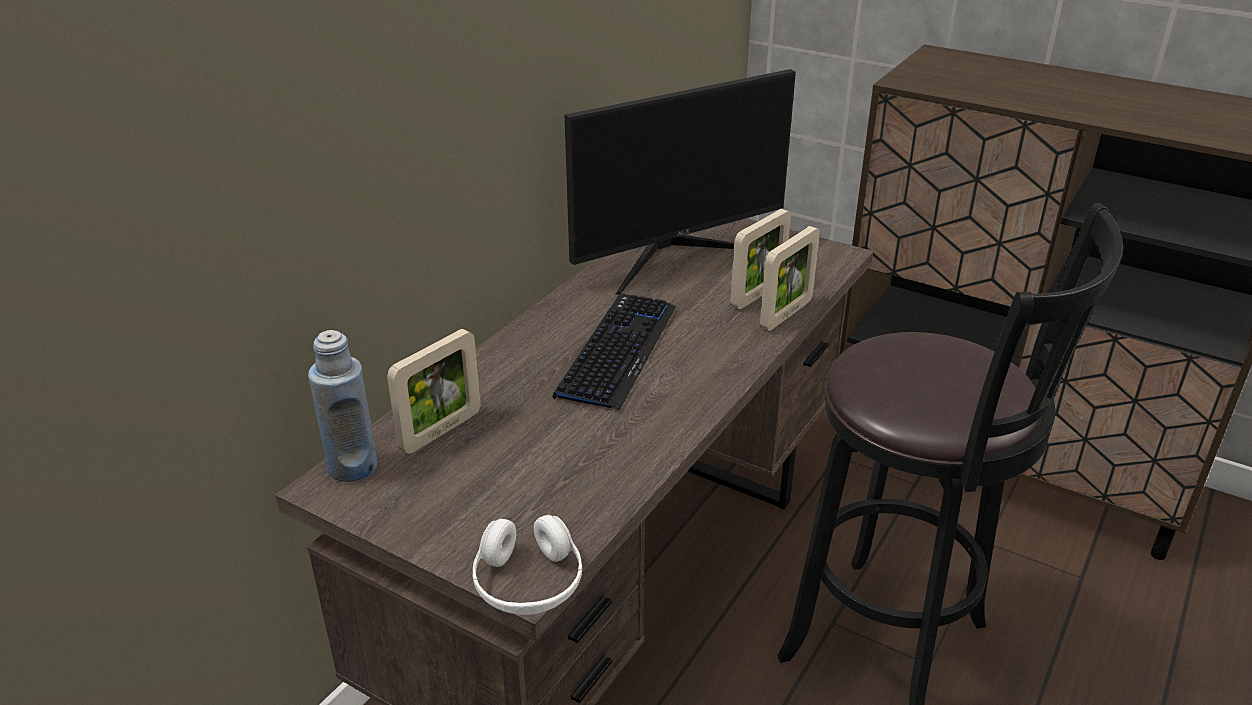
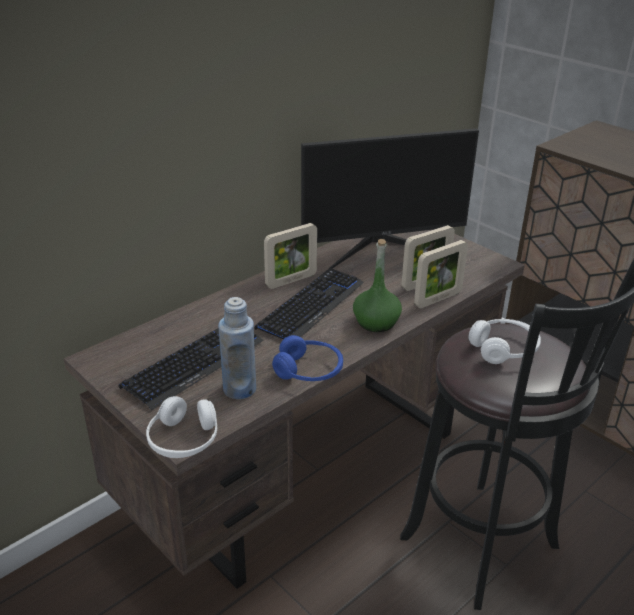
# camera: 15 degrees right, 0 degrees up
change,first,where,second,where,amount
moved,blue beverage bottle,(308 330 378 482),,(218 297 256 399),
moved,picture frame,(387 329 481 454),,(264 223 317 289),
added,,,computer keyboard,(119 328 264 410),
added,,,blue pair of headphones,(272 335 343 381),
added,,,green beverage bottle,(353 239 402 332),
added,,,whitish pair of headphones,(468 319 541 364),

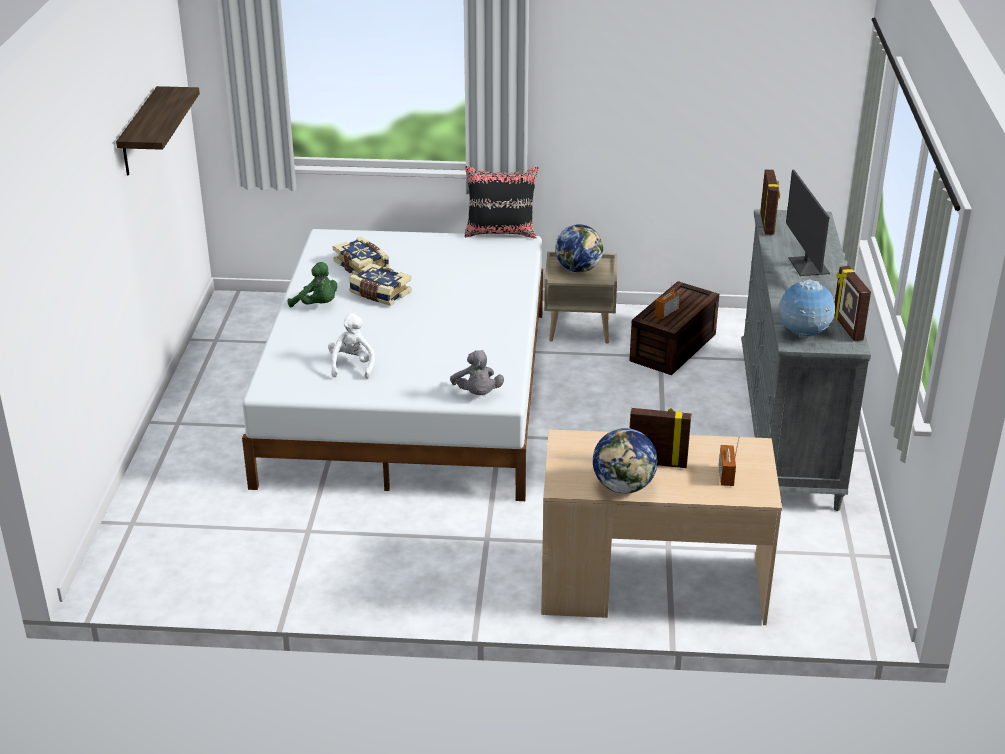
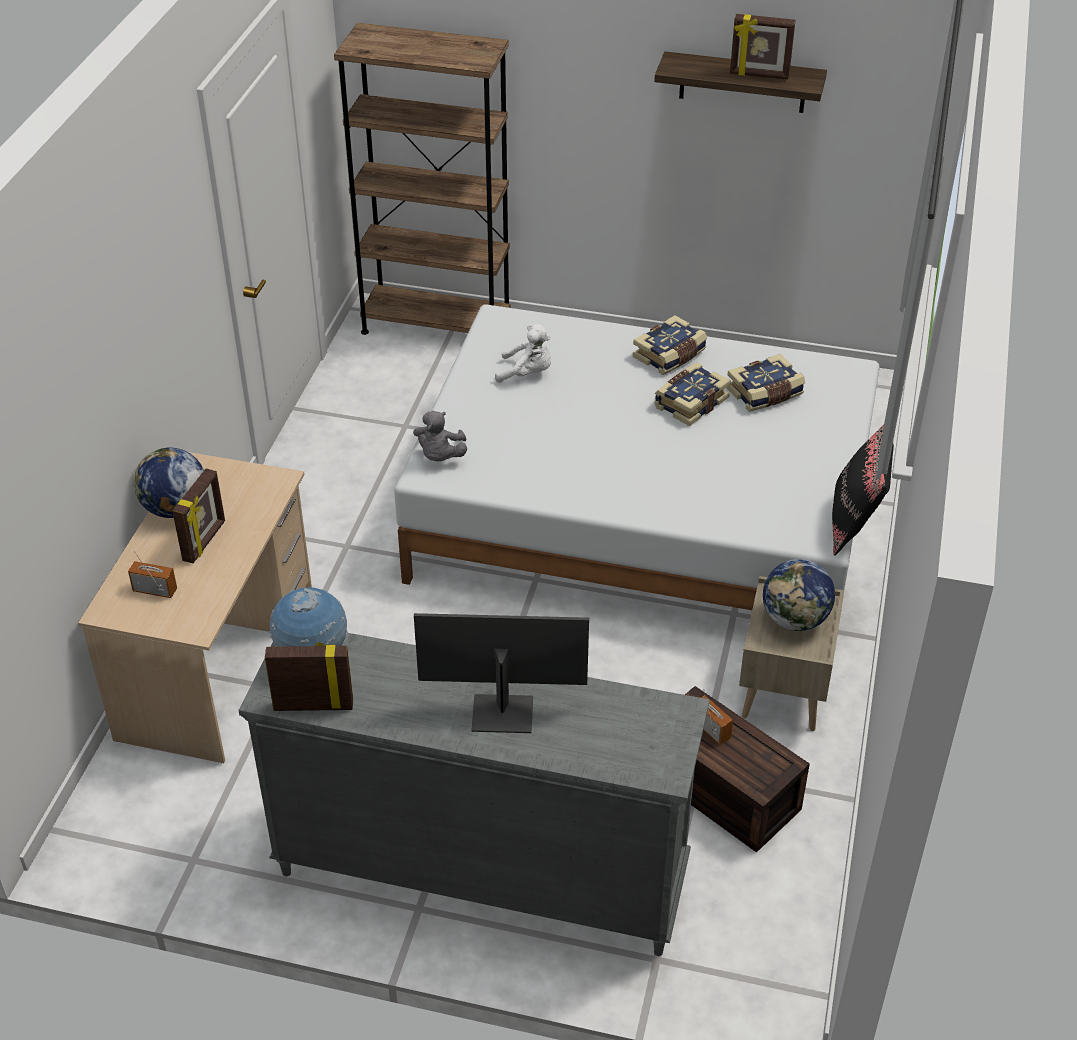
# camera: 100 degrees right, 10 degrees up
change,first,where,second,where,amount
replaced,green plush toy,(288 262 337 308),book,(633 315 707 375),
turned,greyish plush toy,(450 350 504 395),,(413 411 467 461),75 degrees counterclockwise
moved,picture frame,(760 169 780 235),,(730 14 795 79),
added,,,brownish bookcase,(334 23 511 335),

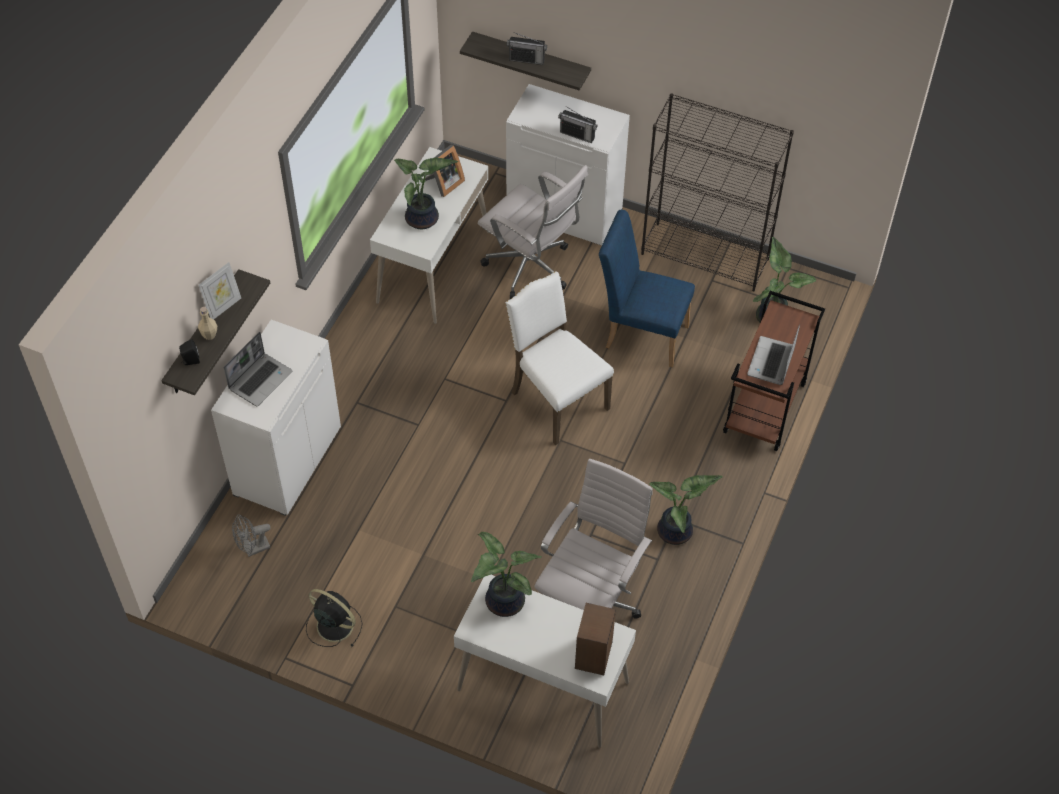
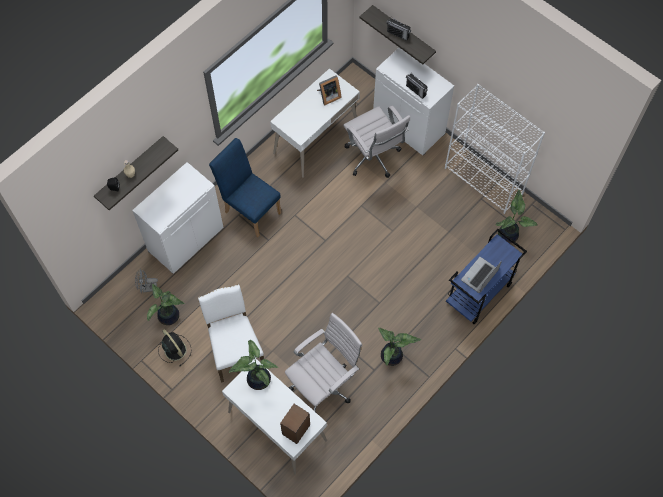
# camera: 20 degrees right, 10 degrees up
change,first,where,second,where,amount
removed,picture frame,(198 262 241 319),,,
removed,notebook computer,(224 332 292 406),,,
moved,potted plant,(394 157 458 229),,(147 284 184 325),
moved,whitish chair,(505 271 614 445),,(198 284 264 383),
moved,blue chair,(599 210 695 367),,(209 138 281 237),
recoloured,black-coloured bookcase,(641 93 794 292),whitish bookcase,(445 84 545 214),
recoloured,brownish trolley,(723 291 825 451),blue trolley,(446 229 527 324),

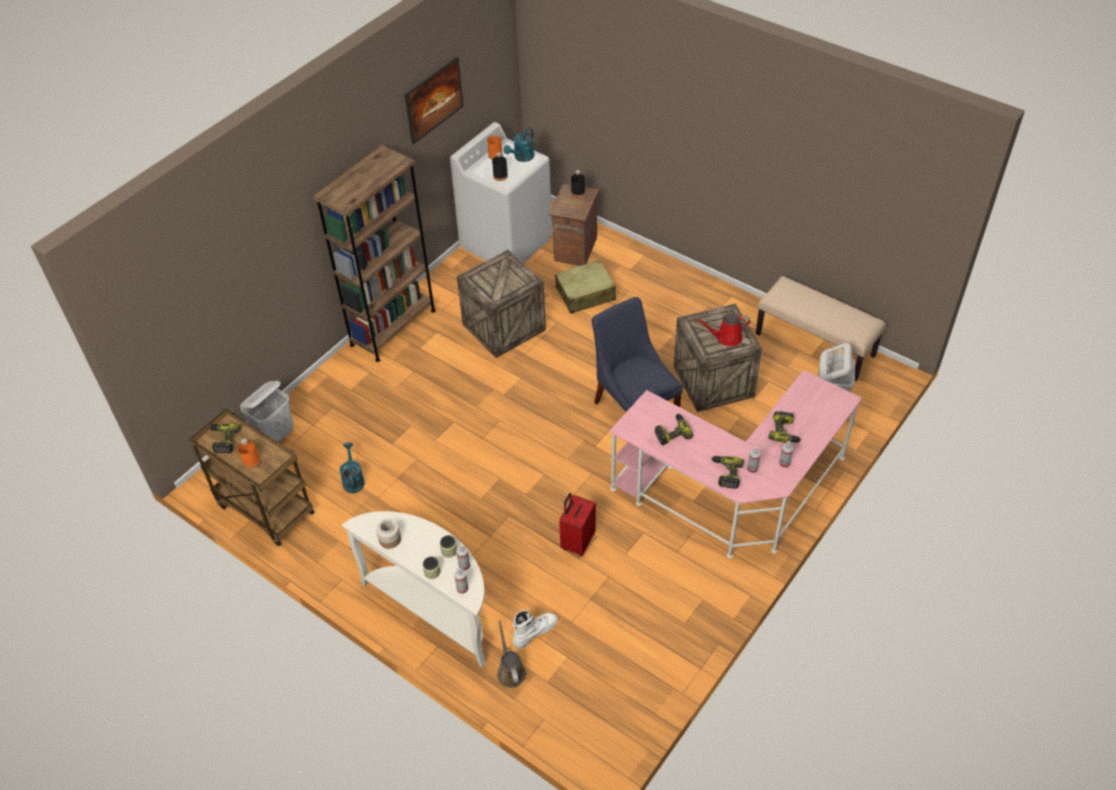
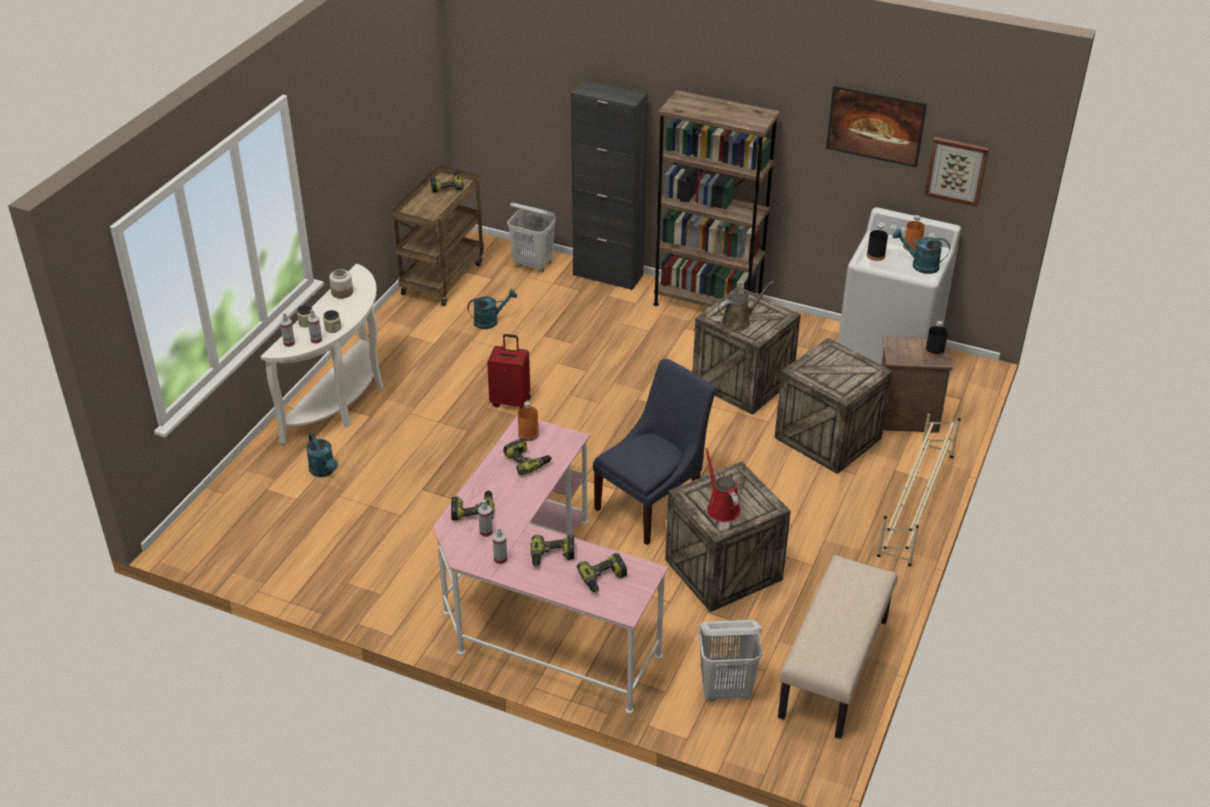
# camera: 75 degrees right, 10 degrees down
change,first,where,second,where,amount
moved,orange-coloured beverage bottle,(238 438 261 469),,(518 401 539 441),
moved,brownish watering can,(497 621 526 688),,(718 281 773 331),
replaced,whitish boot,(512 610 558 649),turquoise watering can,(306 433 338 477),
replaced,beige-coloured piece of luggage,(555 260 616 314),shipping crate,(775 338 893 474),
moved,red piece of luggage,(559 493 596 556),,(487 334 531 409),
added,,,black-coloured cupboard,(571 80 648 290),
added,,,electric drill,(577 553 627 593),
added,,,beige-coloured shoe shelf,(877 410 961 566),
added,,,picture,(924 137 989 207),

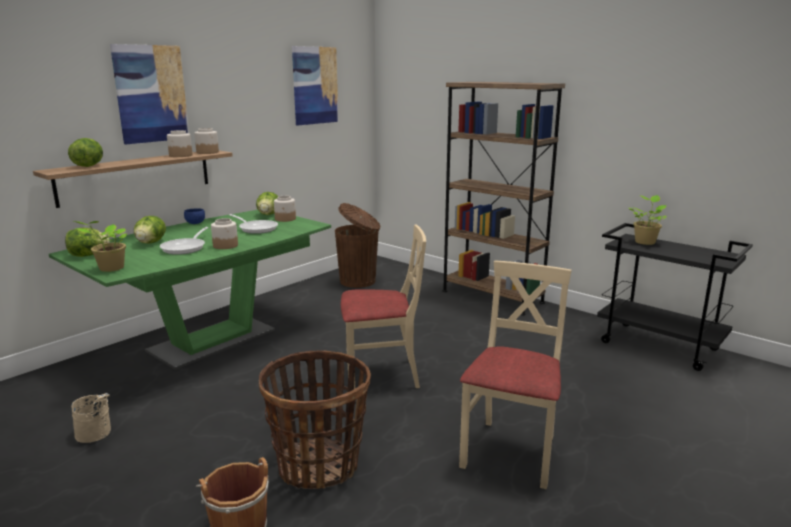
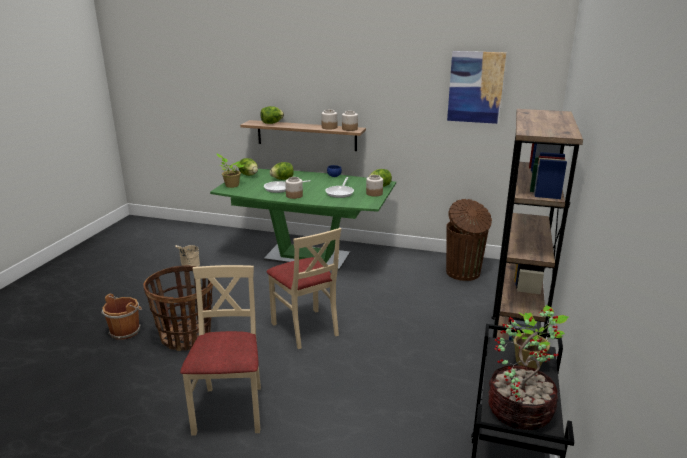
# camera: 65 degrees right, 5 degrees up
change,first,where,second,where,amount
removed,picture,(110 44 189 144),,,
turned,beige-coloured chair,(459 260 572 489),,(180 265 261 436),90 degrees counterclockwise
added,,,potted plant,(488 309 560 430),

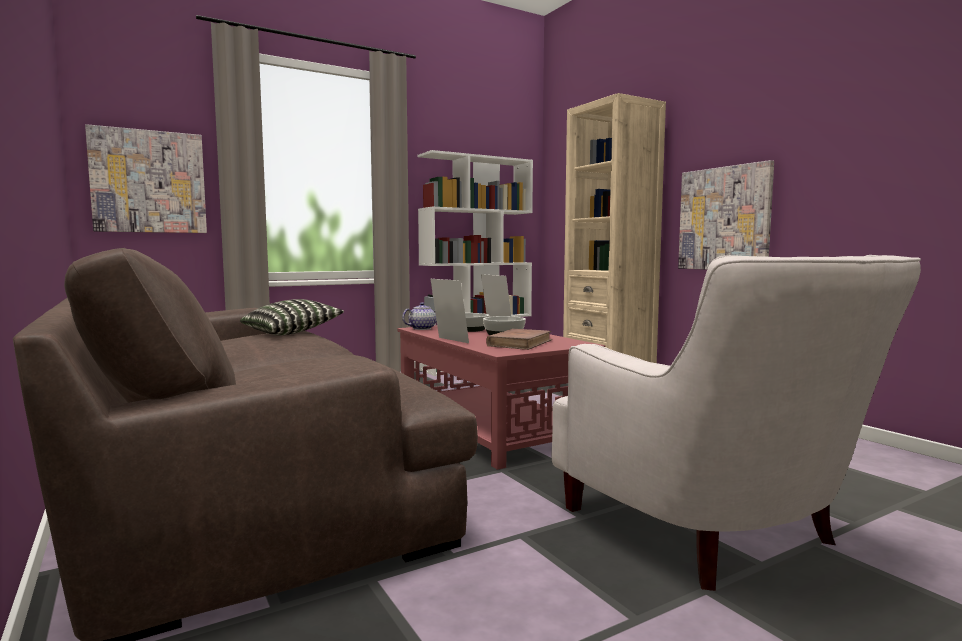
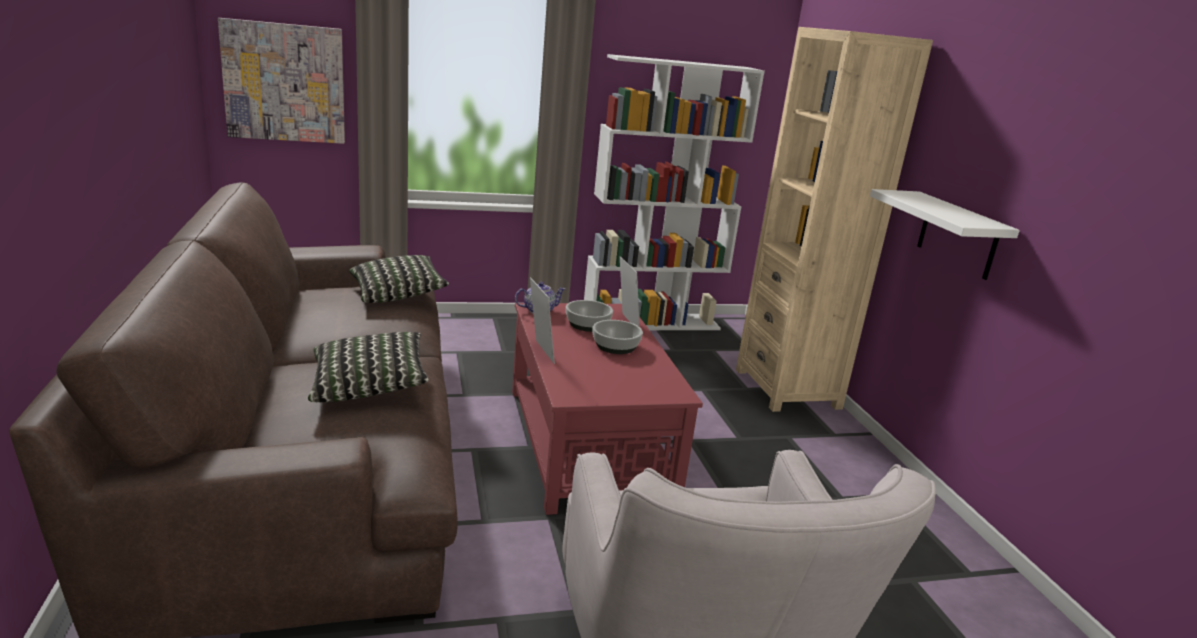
# camera: 15 degrees right, 15 degrees up
change,first,where,second,where,amount
removed,brownish book,(486 329 552 350),,,
replaced,picture,(678 160 774 270),whitish shelf,(870 189 1020 280),
added,,,cushion,(308 332 429 402),

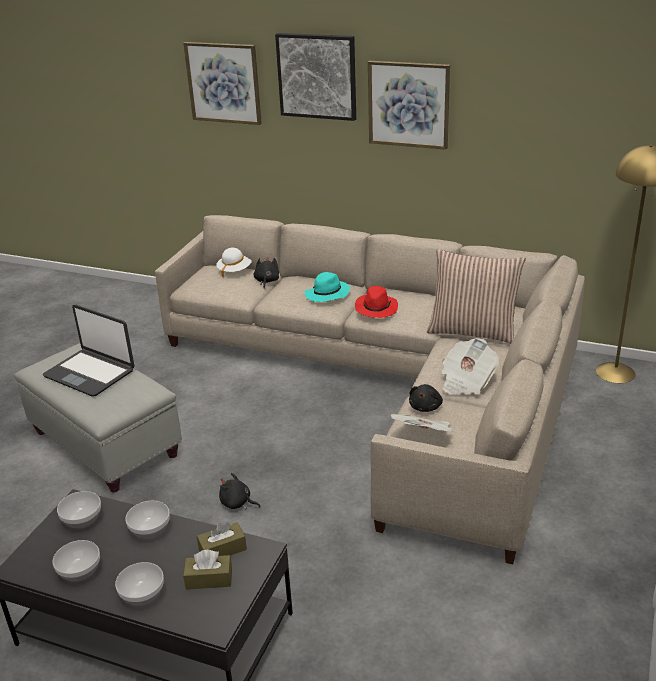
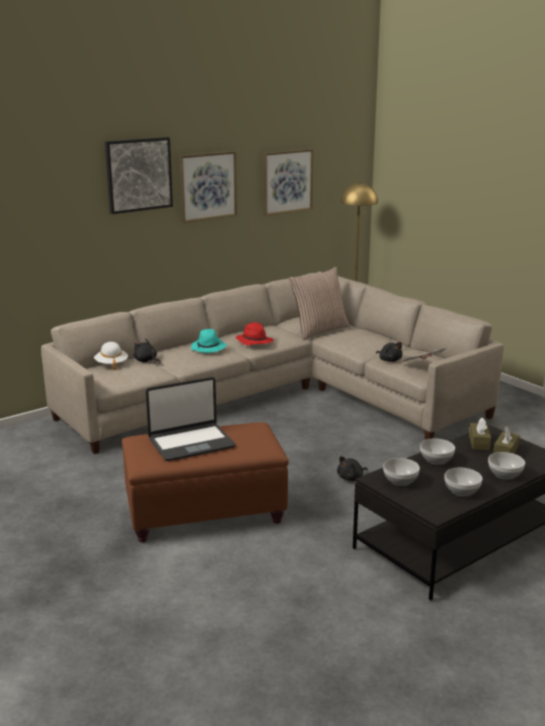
# camera: 60 degrees left, 10 degrees down
change,first,where,second,where,amount
recoloured,greyish pouffe,(14 343 182 493),brownish pouffe,(122 422 289 543),
moved,picture,(183 42 262 125),,(263 149 313 216),
removed,newspaper,(441 338 499 394),,,

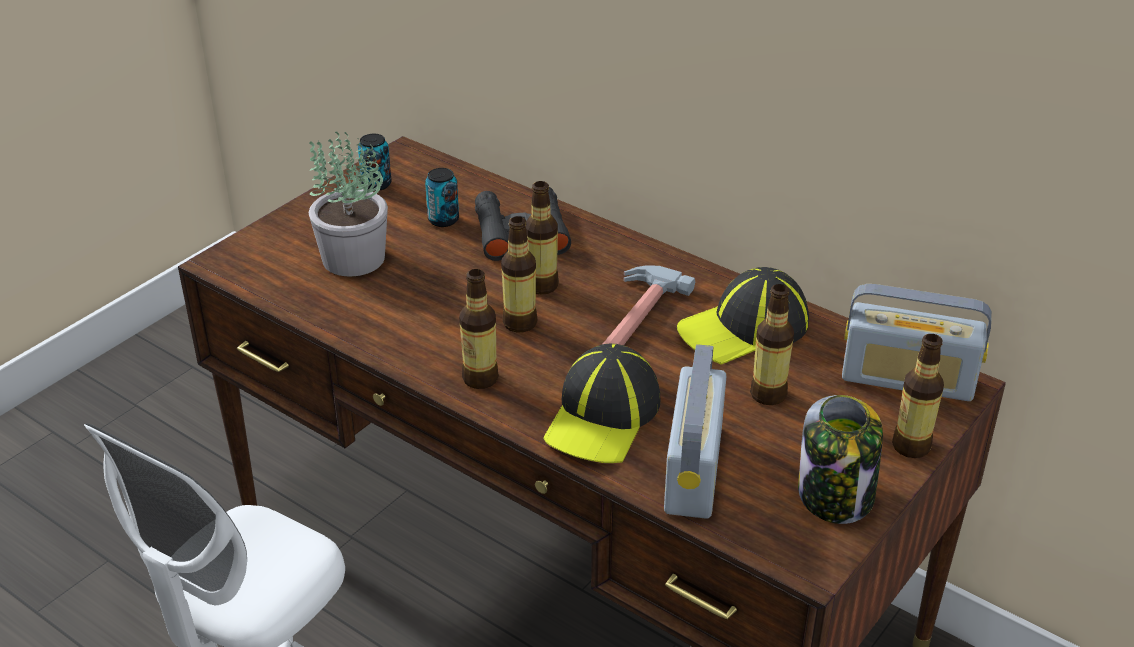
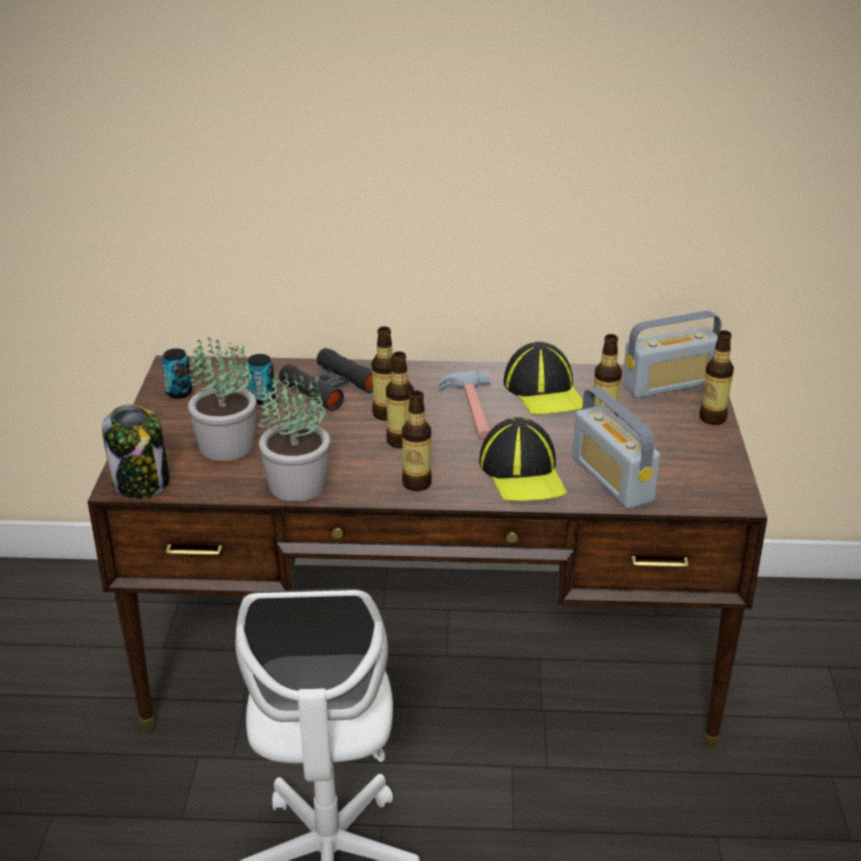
# camera: 35 degrees left, 5 degrees down
change,first,where,second,where,amount
turned,baseball cap,(677 267 809 365),,(504 342 583 415),45 degrees counterclockwise
moved,storage jar,(798 395 883 524),,(102 404 170 499),
added,,,potted plant,(259 369 330 501),

